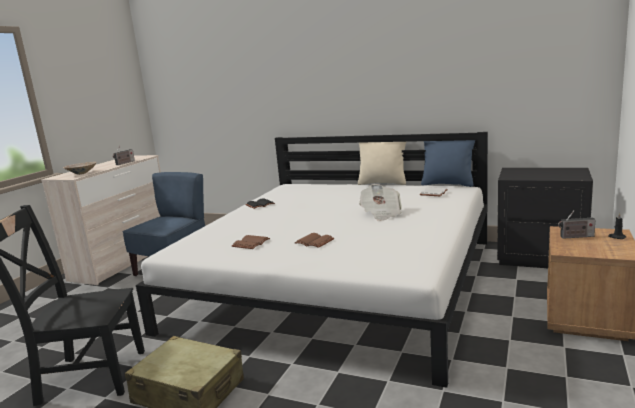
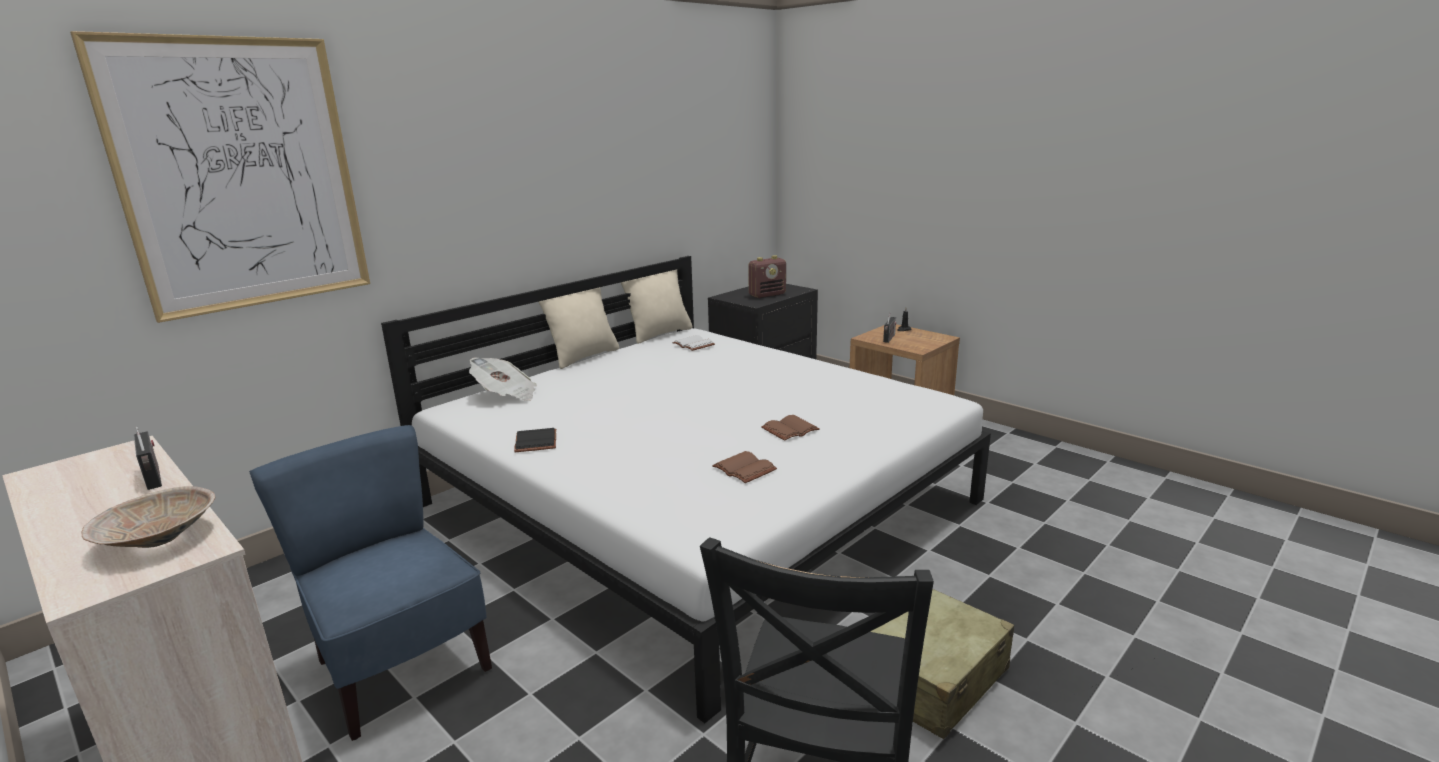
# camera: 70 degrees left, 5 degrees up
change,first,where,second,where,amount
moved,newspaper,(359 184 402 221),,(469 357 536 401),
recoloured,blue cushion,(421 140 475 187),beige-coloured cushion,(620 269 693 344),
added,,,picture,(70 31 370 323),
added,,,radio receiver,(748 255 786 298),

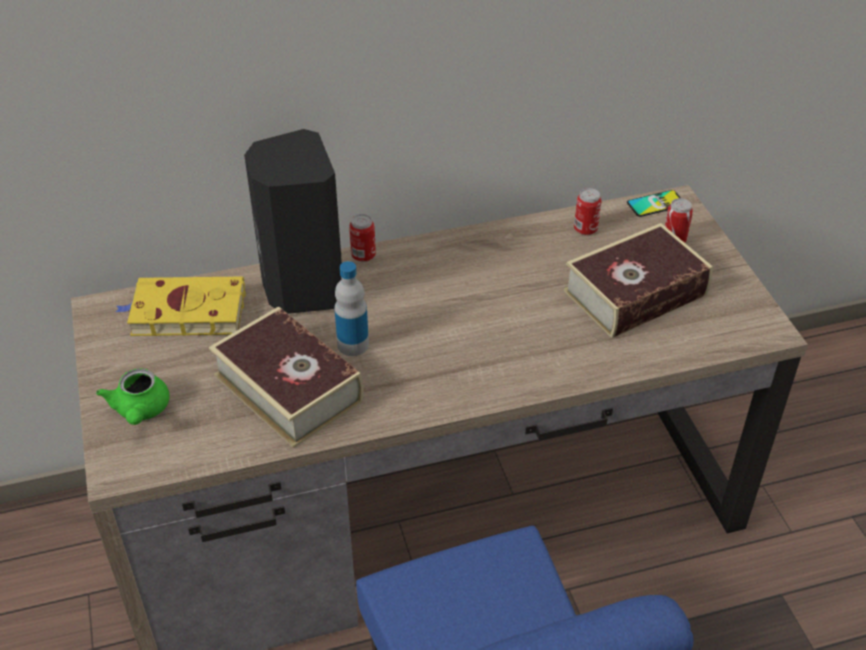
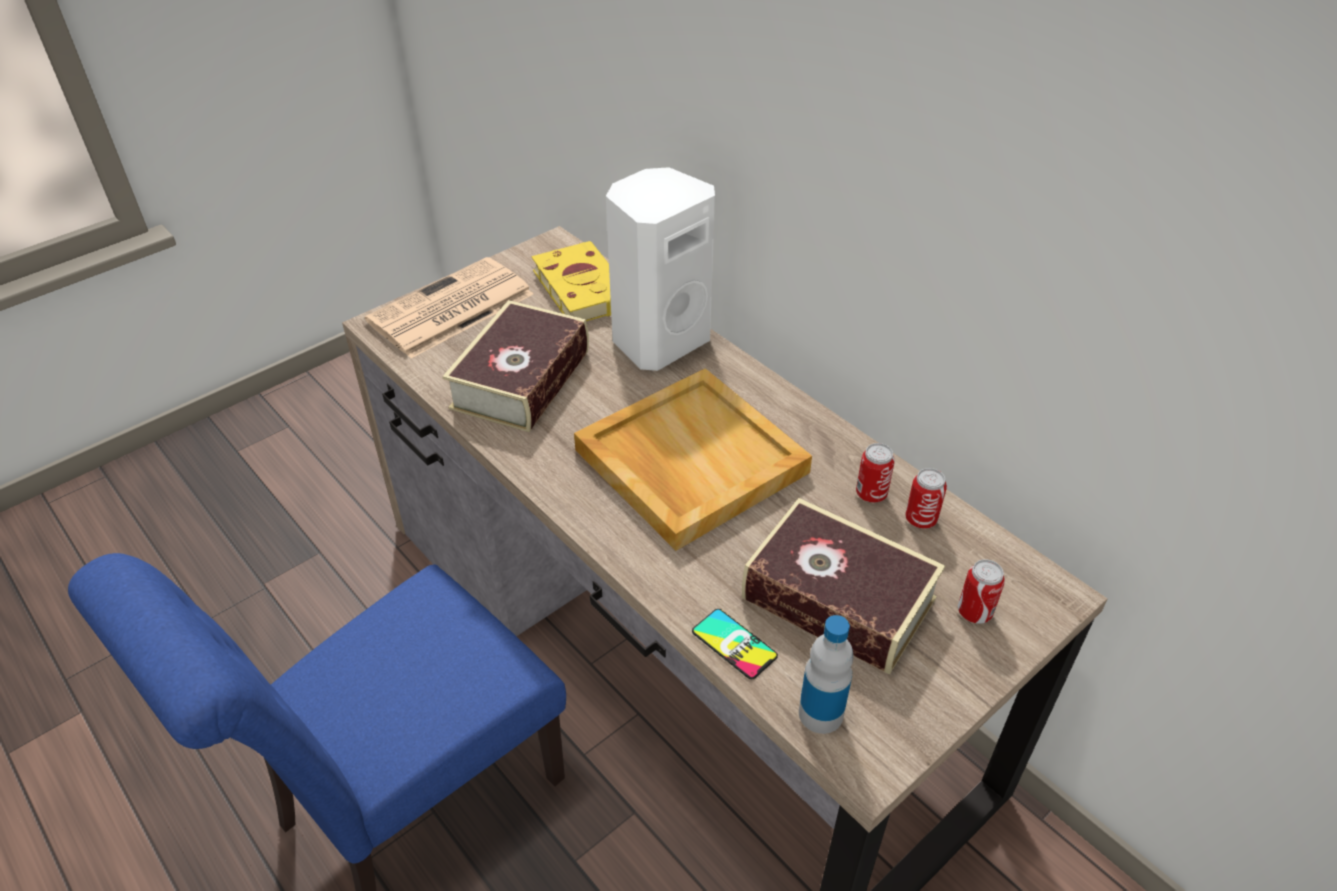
# camera: 65 degrees right, 0 degrees up
change,first,where,second,where,amount
replaced,green tea pot,(96 368 170 425),newspaper,(365 257 533 358),
recoloured,black-coloured speaker,(244 129 342 314),whitish speaker,(606 167 715 371),
moved,beverage bottle,(335 261 369 356),,(799 615 854 734),
moved,can,(349 214 376 262),,(856 443 895 503),
moved,phone,(627 190 681 217),,(692 609 778 679),
added,,,beige-coloured tray,(574 368 812 551),

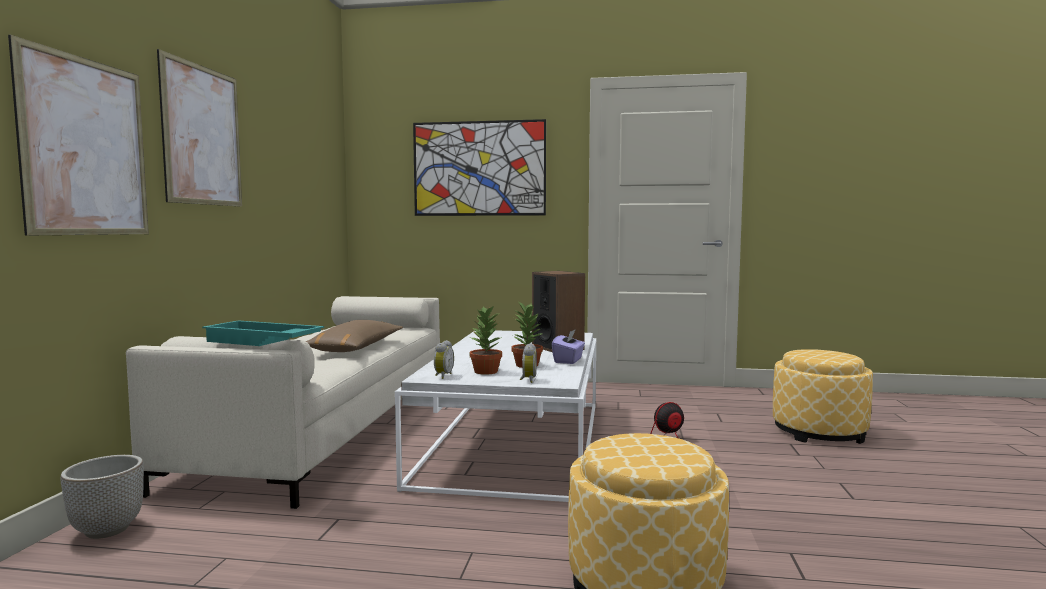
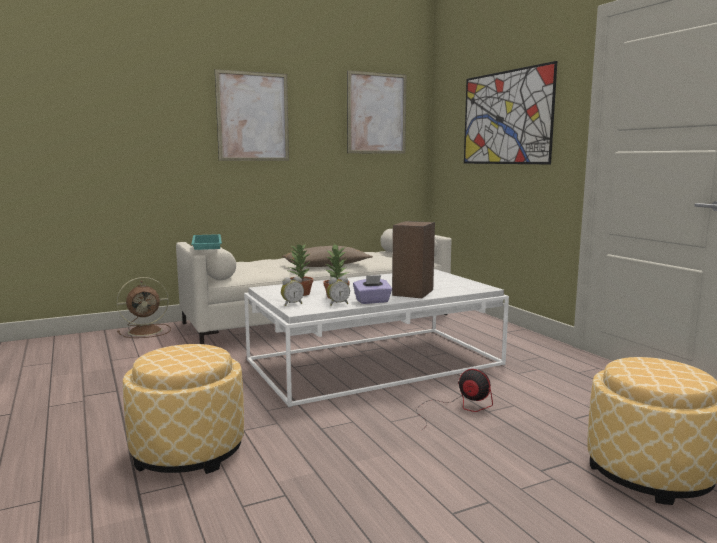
# camera: 55 degrees right, 5 degrees up
change,first,where,second,where,amount
moved,picture,(8 35 149 236),,(347 70 406 154),
replaced,plant pot,(60 455 144 539),brownish cooling fan,(117 277 171 338),
moved,table clock,(434 340 454 379),,(327 276 350 305),

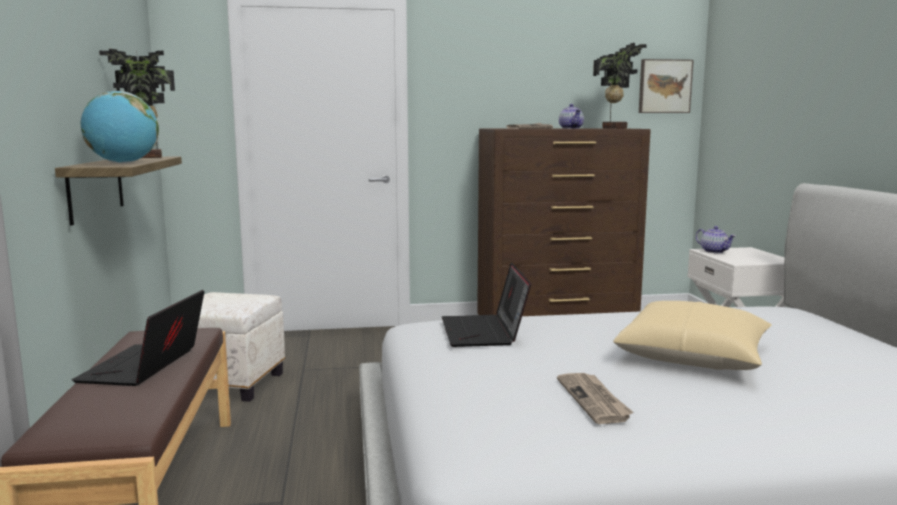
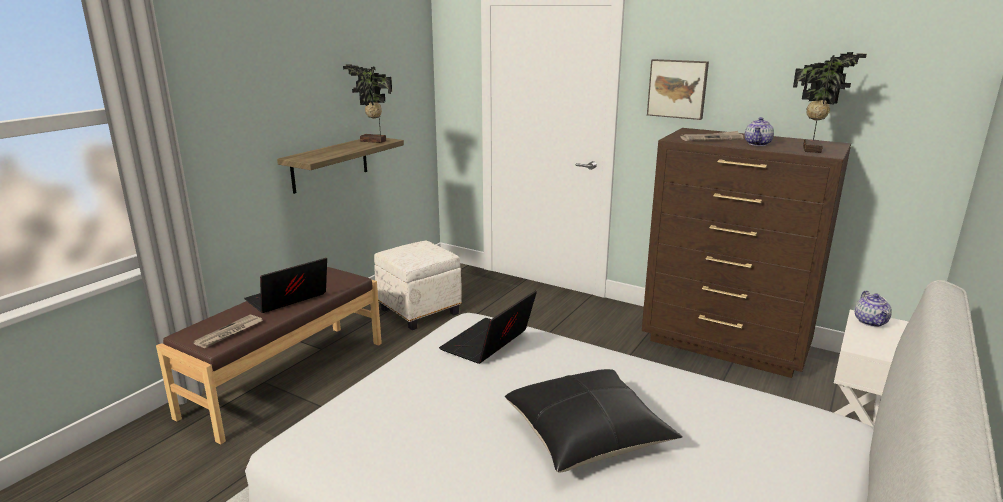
# camera: 40 degrees right, 10 degrees up
change,first,where,second,where,amount
removed,globe,(81 91 159 163),,,
moved,newspaper,(557 373 634 424),,(193 315 262 348),
recoloured,beige-coloured cushion,(613 301 772 370),black-coloured cushion,(505 369 683 473),
moved,picture,(639 59 694 113),,(647 59 709 120),

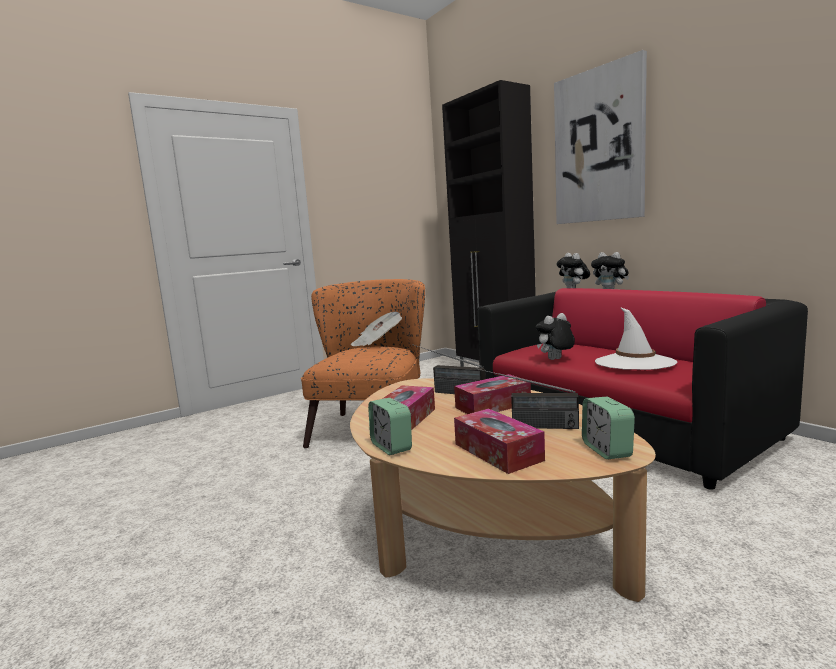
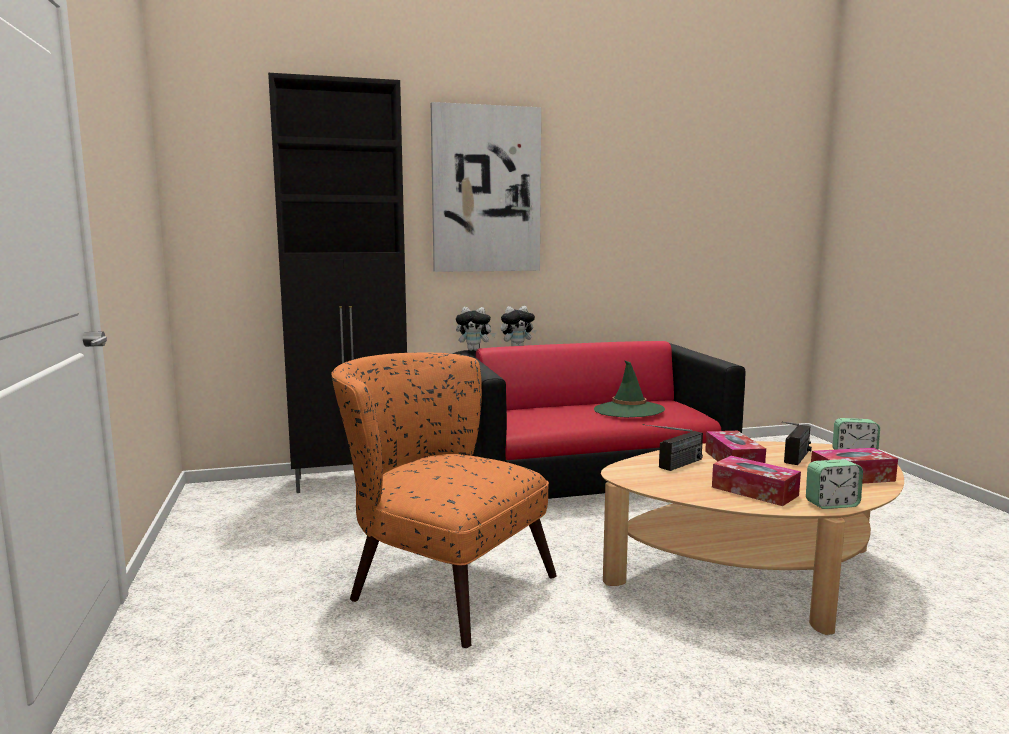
# camera: 70 degrees left, 0 degrees up
change,first,where,second,where,amount
removed,newspaper,(351 312 402 346),,,
removed,plush toy,(535 313 575 360),,,
recoloured,whitish wearable hat,(595 307 677 370),green wearable hat,(594 360 665 417),

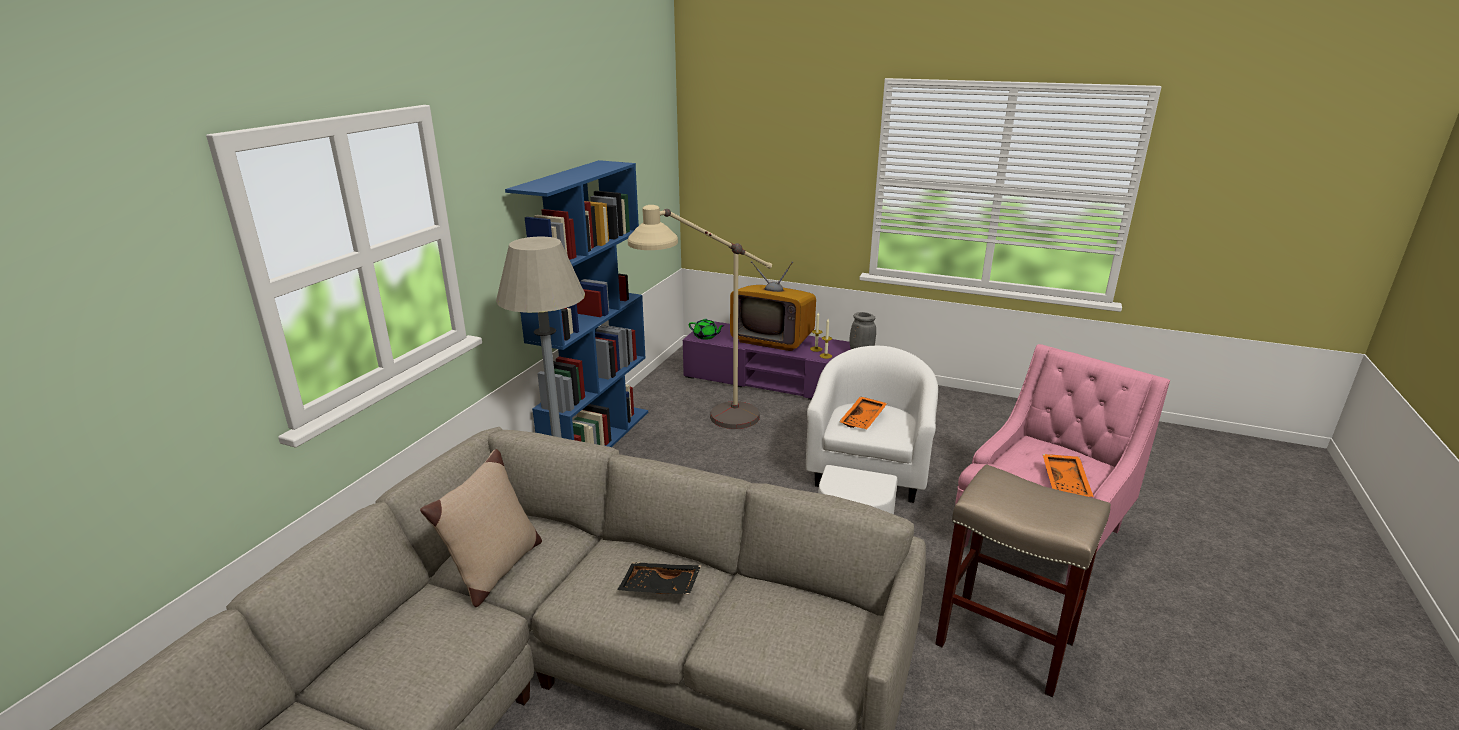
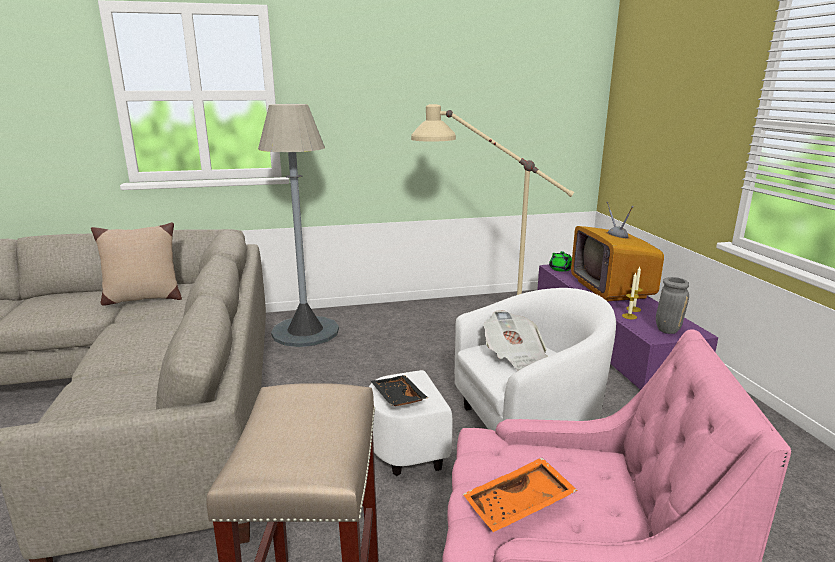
# camera: 55 degrees right, 5 degrees down
change,first,where,second,where,amount
removed,blue bookcase,(505 160 648 447),,,
moved,black-coloured tray,(617 562 701 594),,(371 375 428 406),
replaced,orange-coloured tray,(839 396 887 429),newspaper,(483 310 548 371),

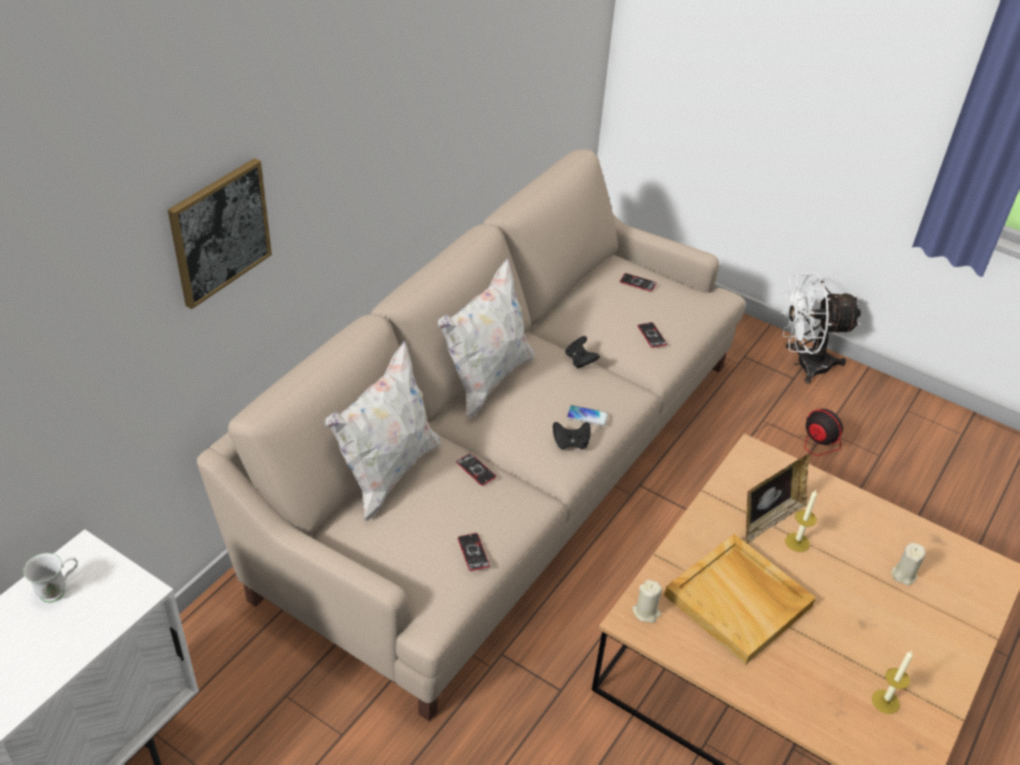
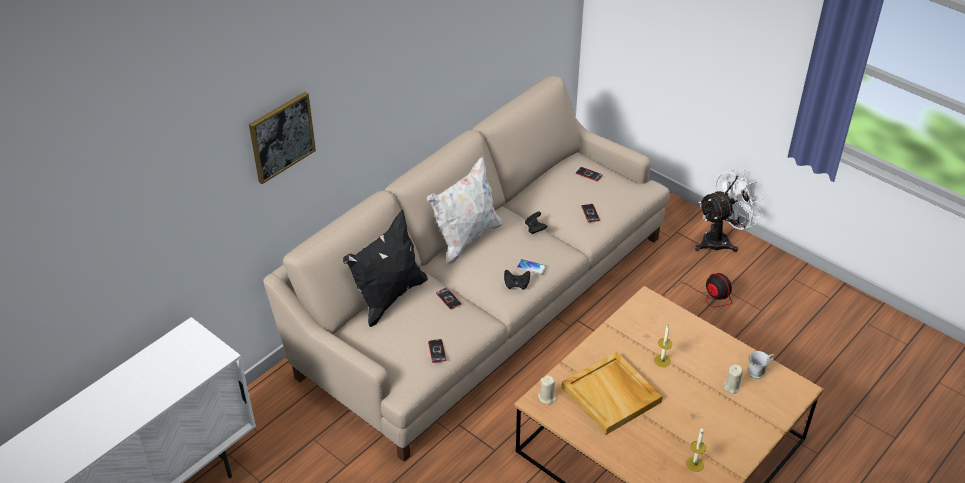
# camera: 10 degrees right, 0 degrees up
change,first,where,second,where,amount
moved,whitish mug,(23 553 78 603),,(749 351 774 379),
recoloured,whitish cushion,(325 341 441 521),black-coloured cushion,(343 210 428 327),
removed,picture frame,(746 454 810 544),,,
turned,whitish cooling fan,(780 272 861 384),,(695 169 763 252),150 degrees clockwise

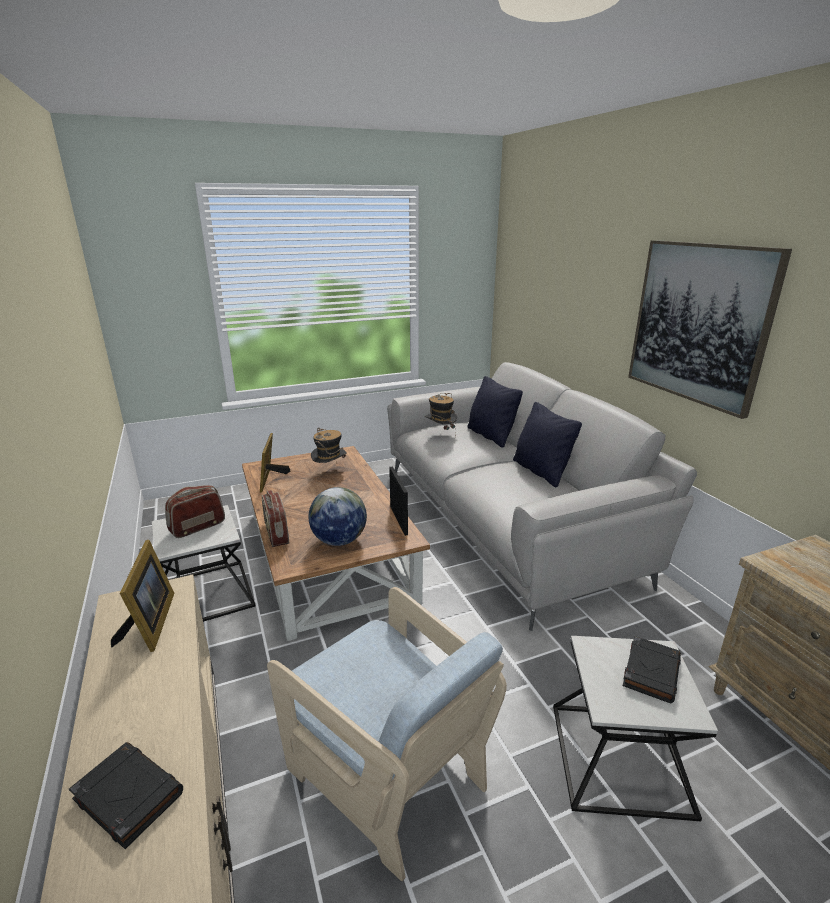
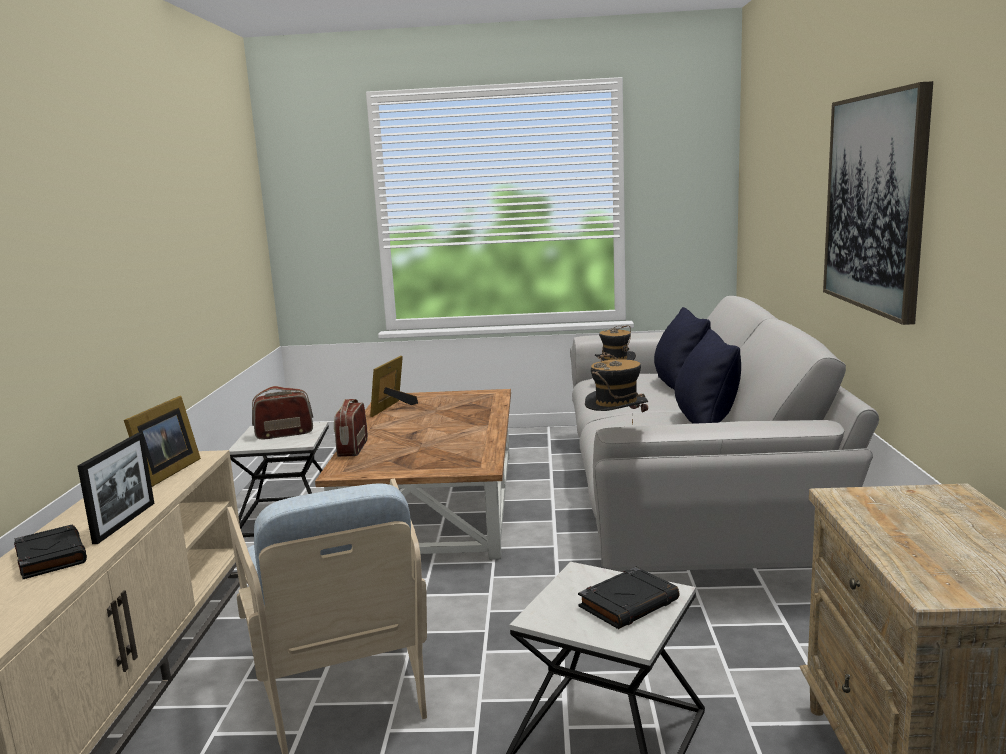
# camera: 25 degrees right, 10 degrees down
change,first,where,second,where,amount
removed,globe,(308 487 367 546),,,
moved,wearable hat,(311 428 347 464),,(585 352 648 425),
moved,picture frame,(389 466 408 536),,(78 433 154 544),

